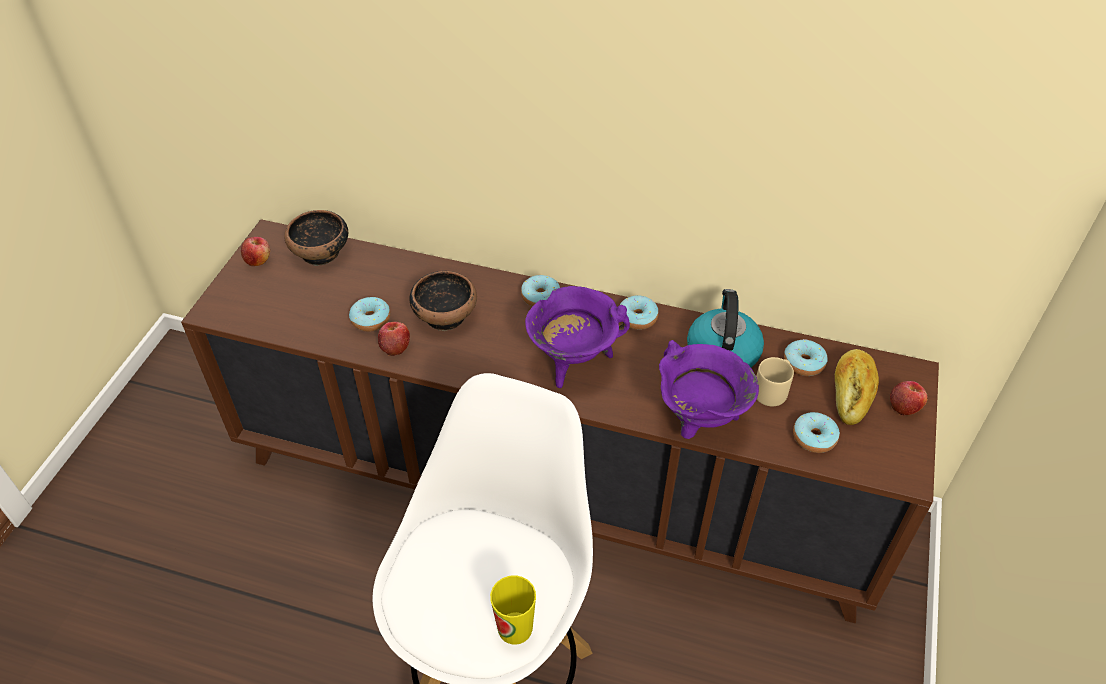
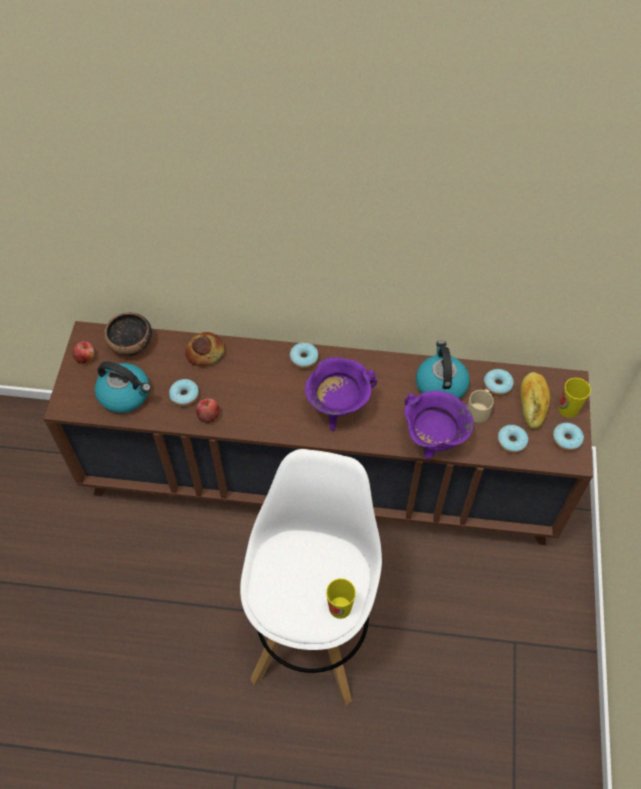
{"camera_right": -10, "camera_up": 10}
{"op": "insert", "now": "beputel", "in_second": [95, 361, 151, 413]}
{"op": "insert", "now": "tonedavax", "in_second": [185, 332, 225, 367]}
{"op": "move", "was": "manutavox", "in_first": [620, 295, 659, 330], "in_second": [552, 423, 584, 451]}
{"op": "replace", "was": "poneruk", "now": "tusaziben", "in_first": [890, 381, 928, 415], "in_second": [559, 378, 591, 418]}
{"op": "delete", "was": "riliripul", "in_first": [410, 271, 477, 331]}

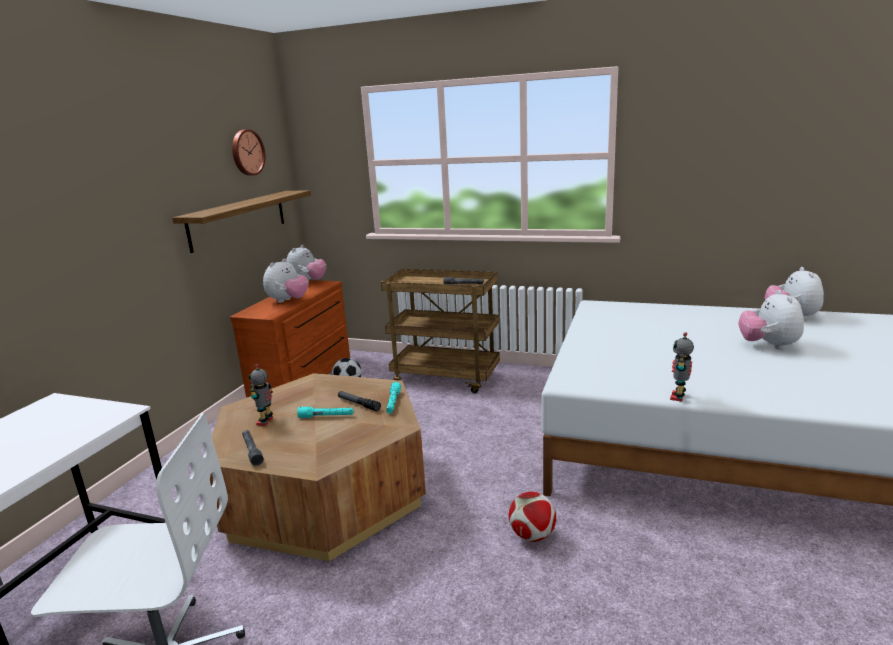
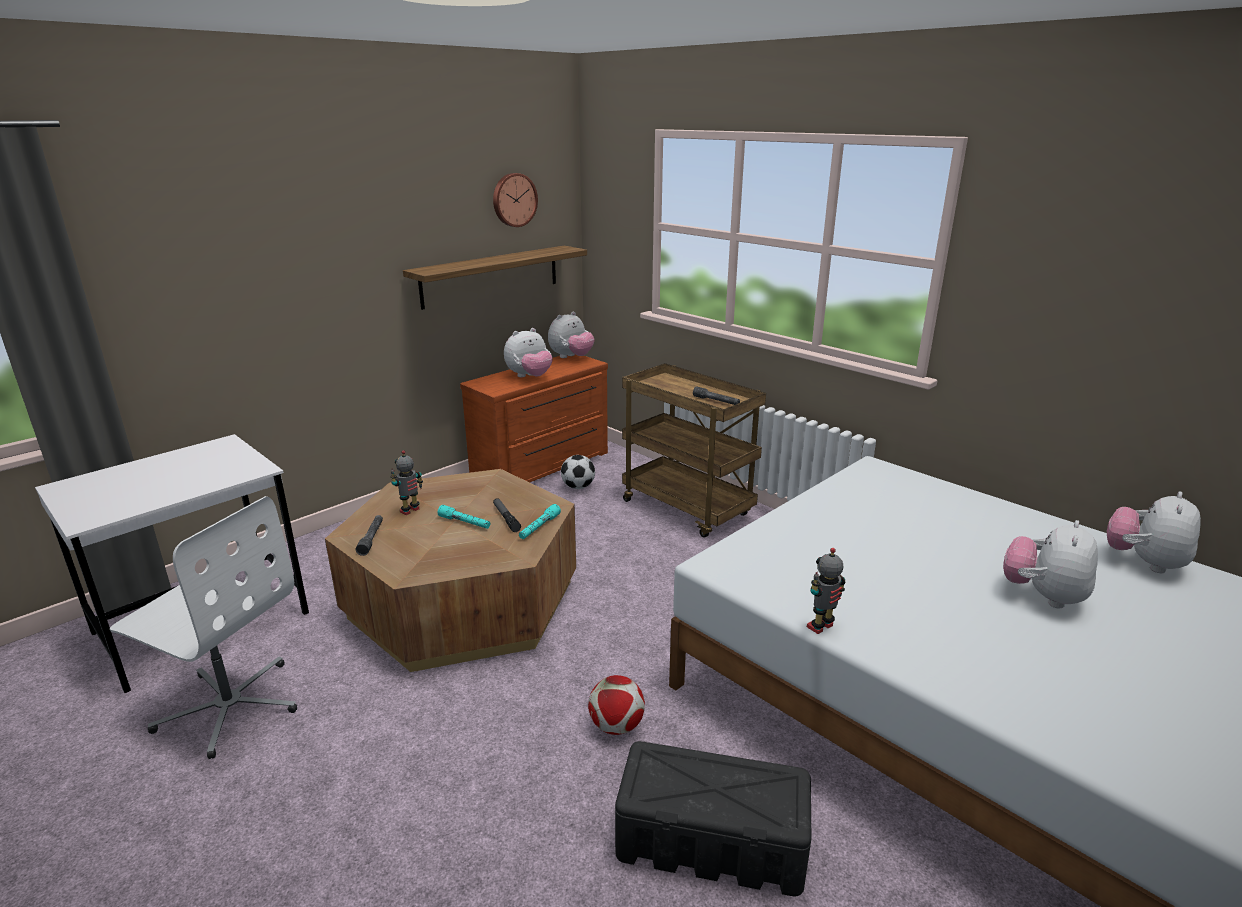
{"camera_right": 25, "camera_up": 5}
{"op": "insert", "now": "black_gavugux", "in_second": [615, 741, 811, 897]}

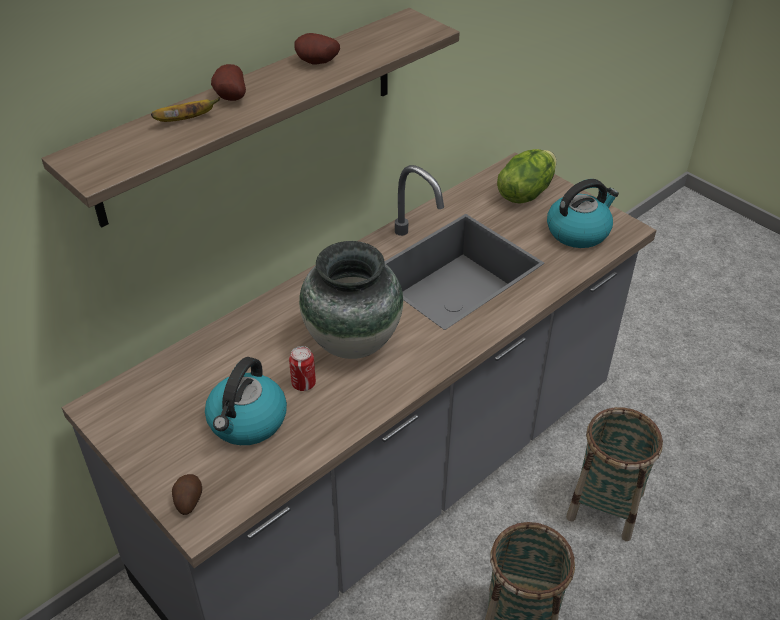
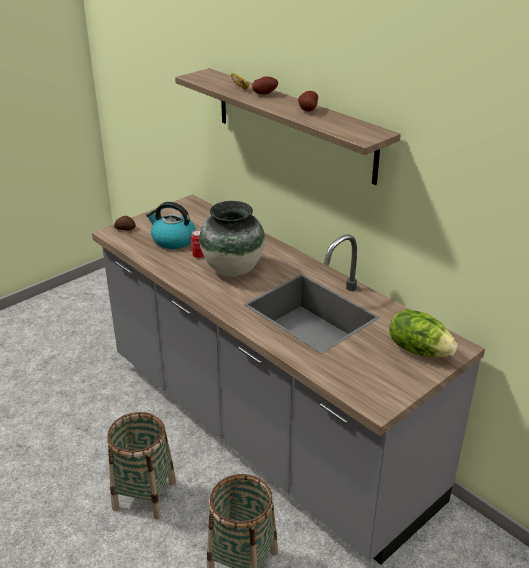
{"camera_right": 90, "camera_up": -10}
{"op": "delete", "was": "beputel", "in_first": [547, 179, 619, 248]}

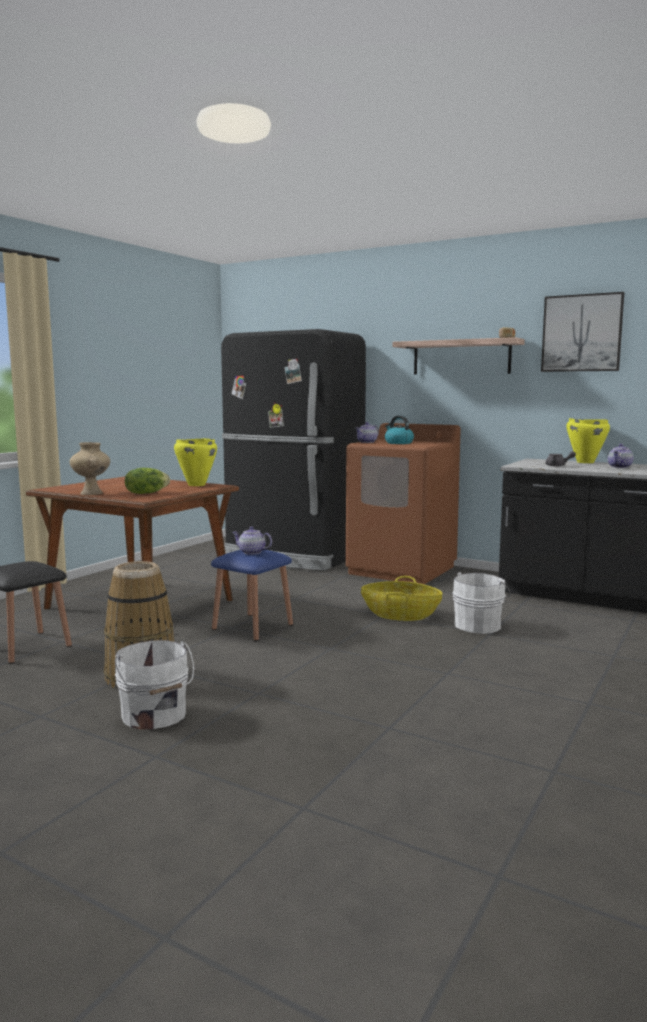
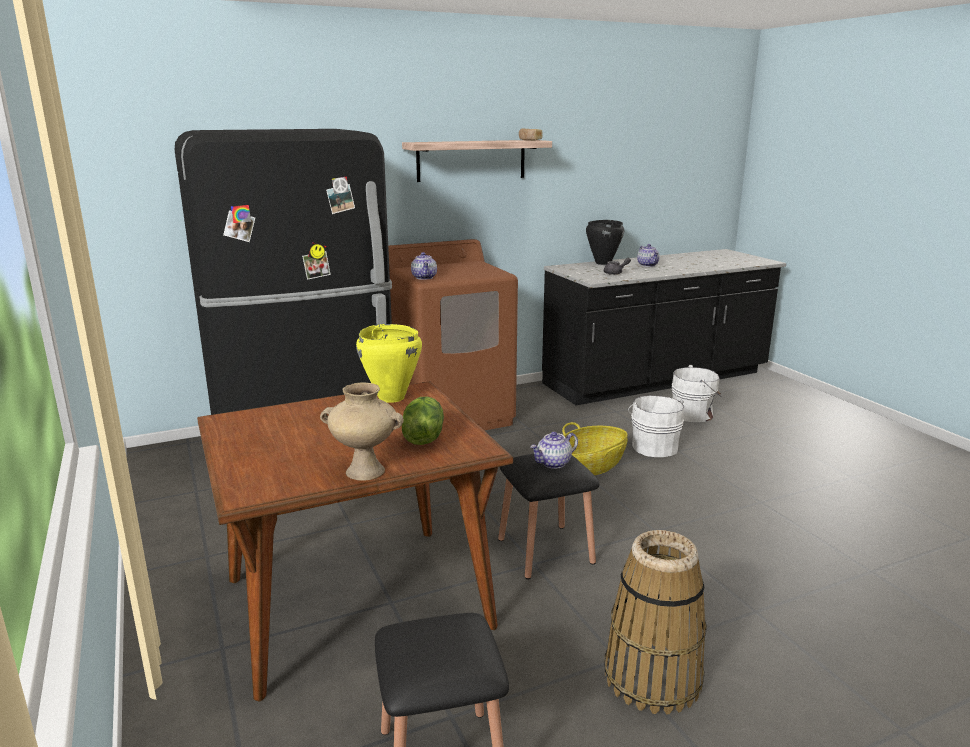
{"camera_right": -55, "camera_up": 10}
{"op": "recolor", "was": "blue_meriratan", "now": "black_meriratan", "in_first": [211, 550, 293, 641], "in_second": [498, 454, 600, 579]}
{"op": "recolor", "was": "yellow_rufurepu", "now": "black_rufurepu", "in_first": [566, 418, 610, 463], "in_second": [586, 220, 624, 265]}
{"op": "move", "was": "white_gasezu", "in_first": [115, 640, 194, 730], "in_second": [672, 365, 721, 422]}
{"op": "delete", "was": "beputel", "in_first": [385, 416, 414, 444]}
{"op": "delete", "was": "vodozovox", "in_first": [541, 292, 625, 372]}

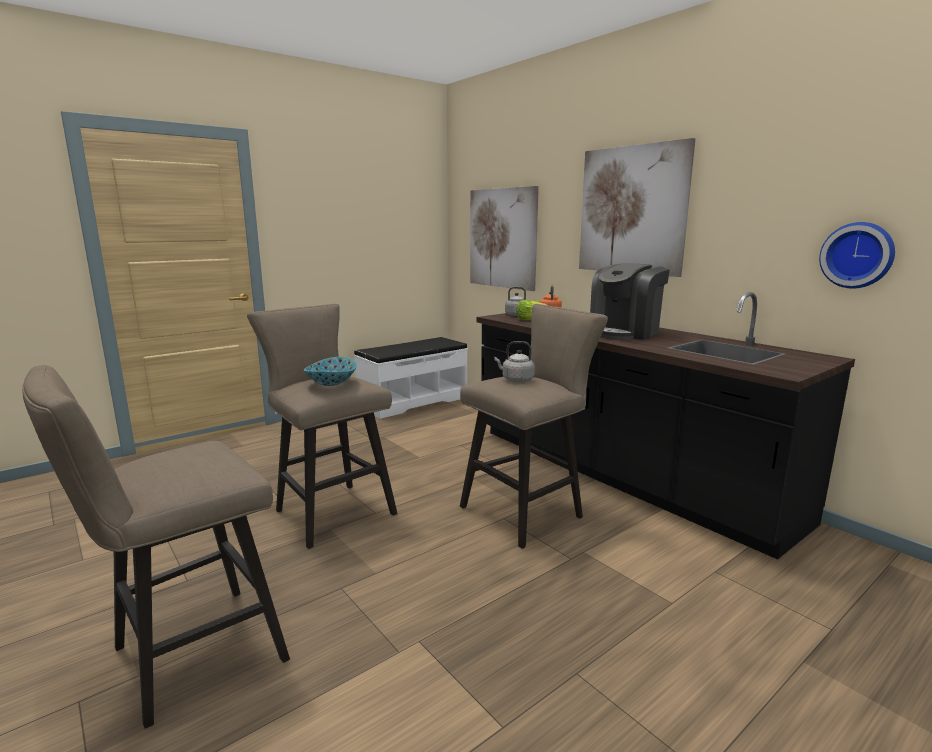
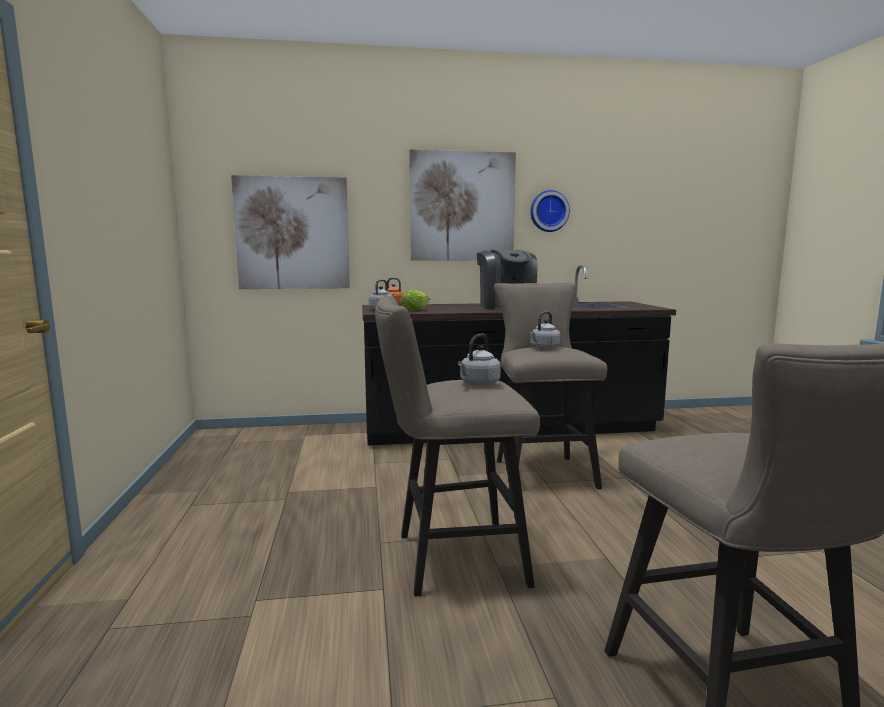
{"camera_right": -60, "camera_up": -5}
{"op": "replace", "was": "riliripul", "now": "grey_beputel", "in_first": [304, 357, 357, 386], "in_second": [458, 334, 501, 386]}
{"op": "move", "was": "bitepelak", "in_first": [819, 222, 895, 289], "in_second": [530, 190, 570, 232]}
{"op": "delete", "was": "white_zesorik", "in_first": [354, 337, 468, 419]}

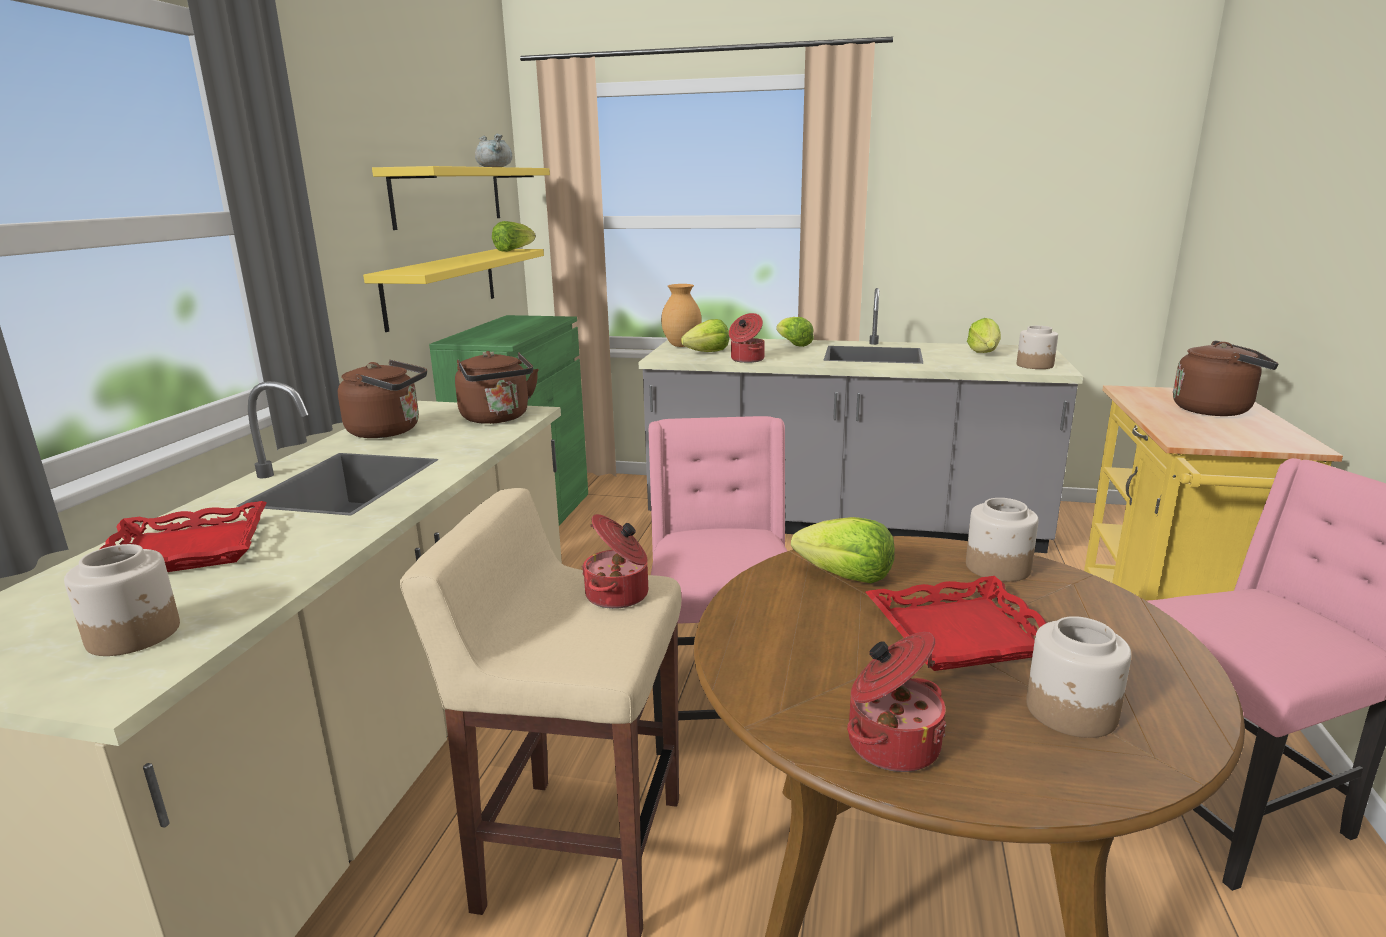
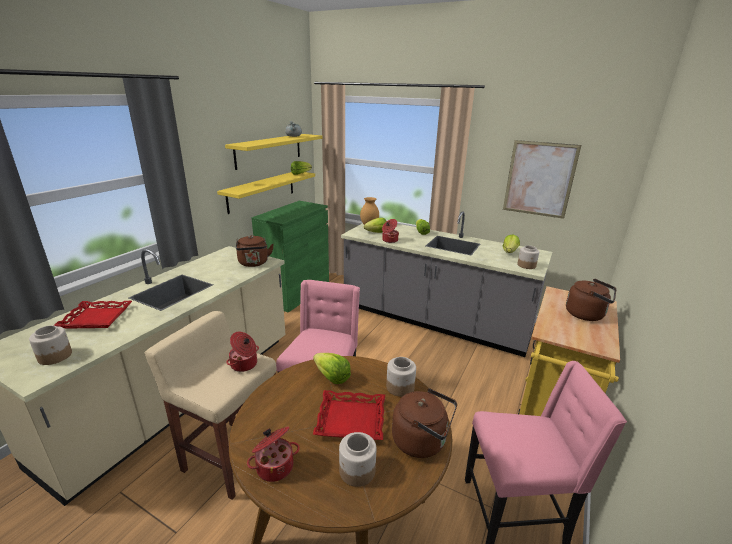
{"camera_right": 15, "camera_up": 5}
{"op": "move", "was": "brown_beputel", "in_first": [338, 360, 427, 438], "in_second": [392, 388, 457, 458]}
{"op": "insert", "now": "vodozovox", "in_second": [503, 140, 581, 219]}

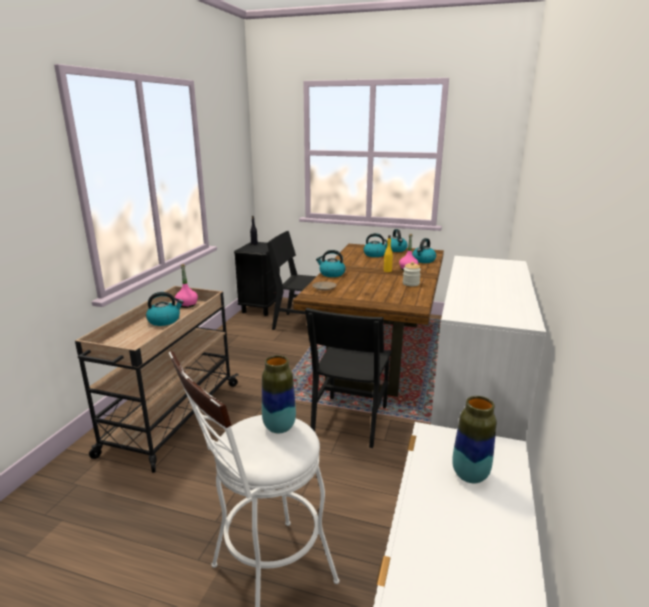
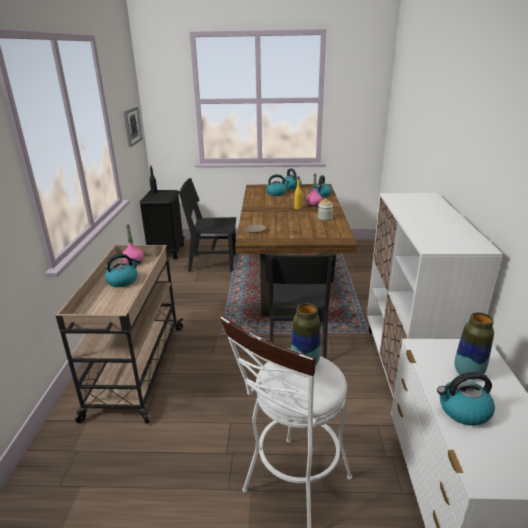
{"camera_right": -15, "camera_up": 5}
{"op": "insert", "now": "vodozovox", "in_second": [124, 107, 142, 147]}
{"op": "move", "was": "beputel", "in_first": [316, 250, 345, 277], "in_second": [437, 372, 495, 426]}

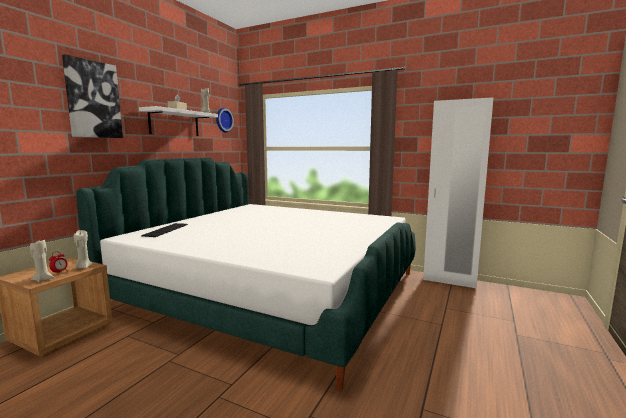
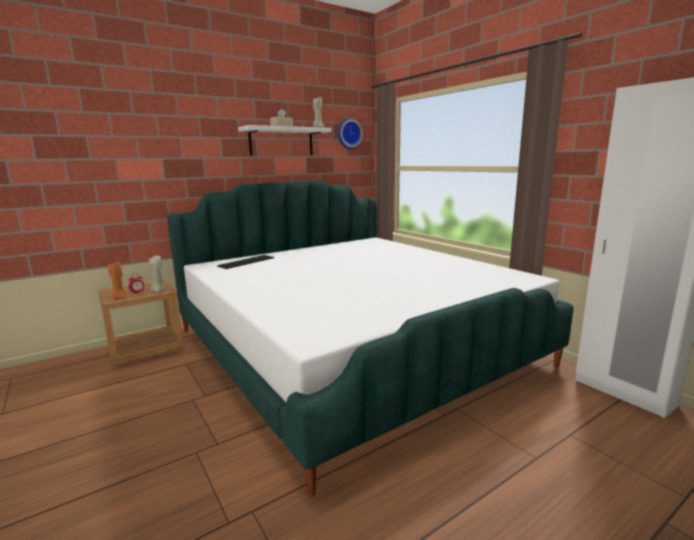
{"camera_right": 30, "camera_up": 5}
{"op": "recolor", "was": "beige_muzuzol", "now": "orange_muzuzol", "in_first": [30, 240, 54, 282], "in_second": [108, 261, 127, 300]}
{"op": "delete", "was": "vodozovox", "in_first": [62, 54, 123, 138]}

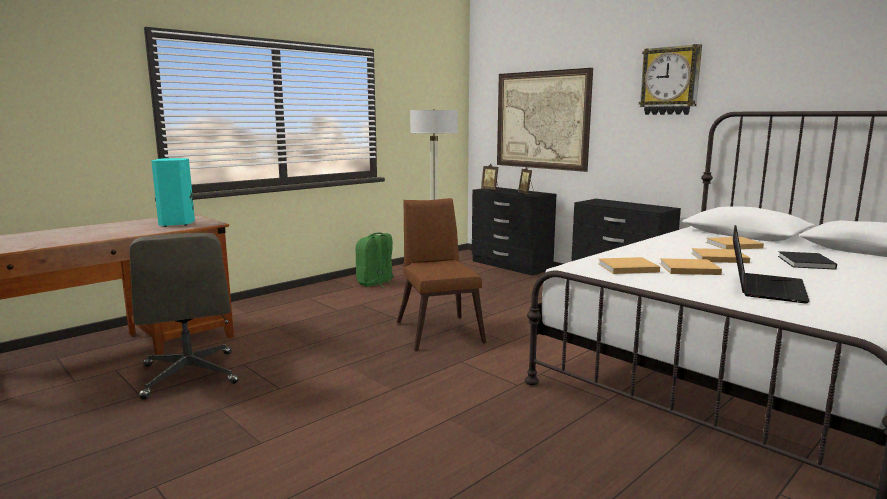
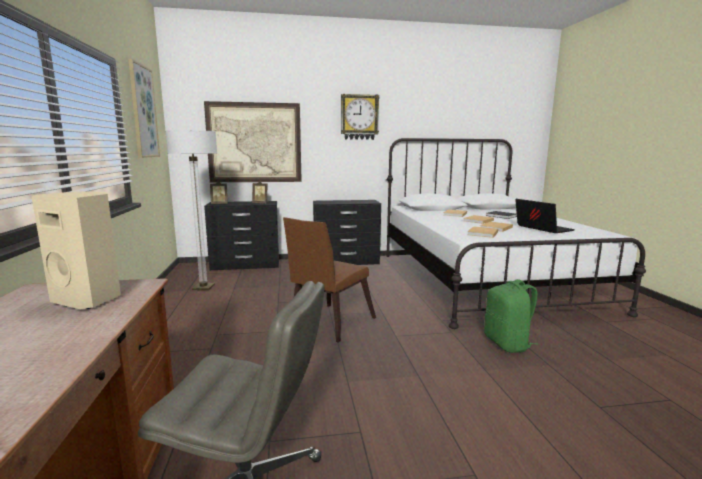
{"camera_right": -55, "camera_up": 0}
{"op": "recolor", "was": "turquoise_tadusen", "now": "beige_tadusen", "in_first": [151, 158, 195, 227], "in_second": [31, 191, 121, 309]}
{"op": "insert", "now": "vodozovox", "in_second": [128, 59, 160, 158]}
{"op": "rotate", "was": "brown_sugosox", "in_first": [397, 198, 486, 351], "in_second": [283, 217, 376, 343], "clockwise": -75}
{"op": "move", "was": "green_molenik", "in_first": [356, 233, 397, 287], "in_second": [484, 279, 538, 353]}

